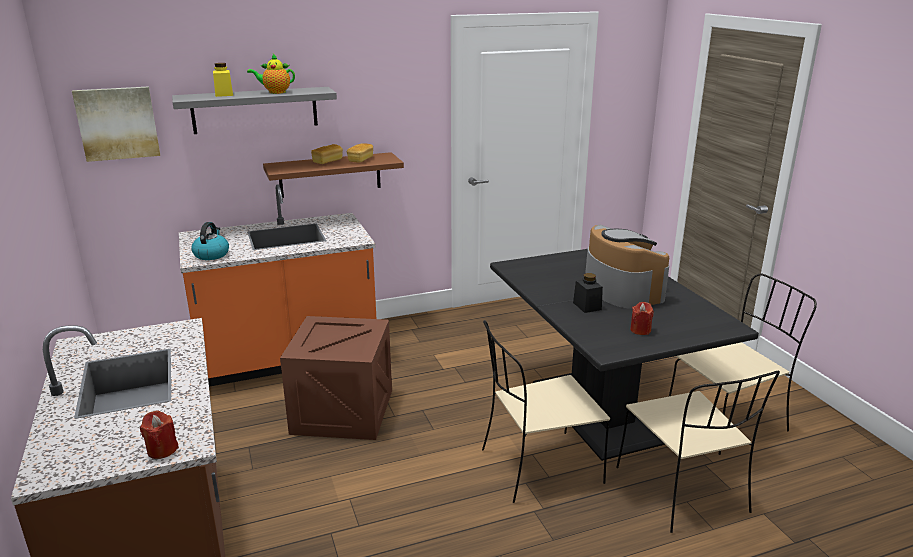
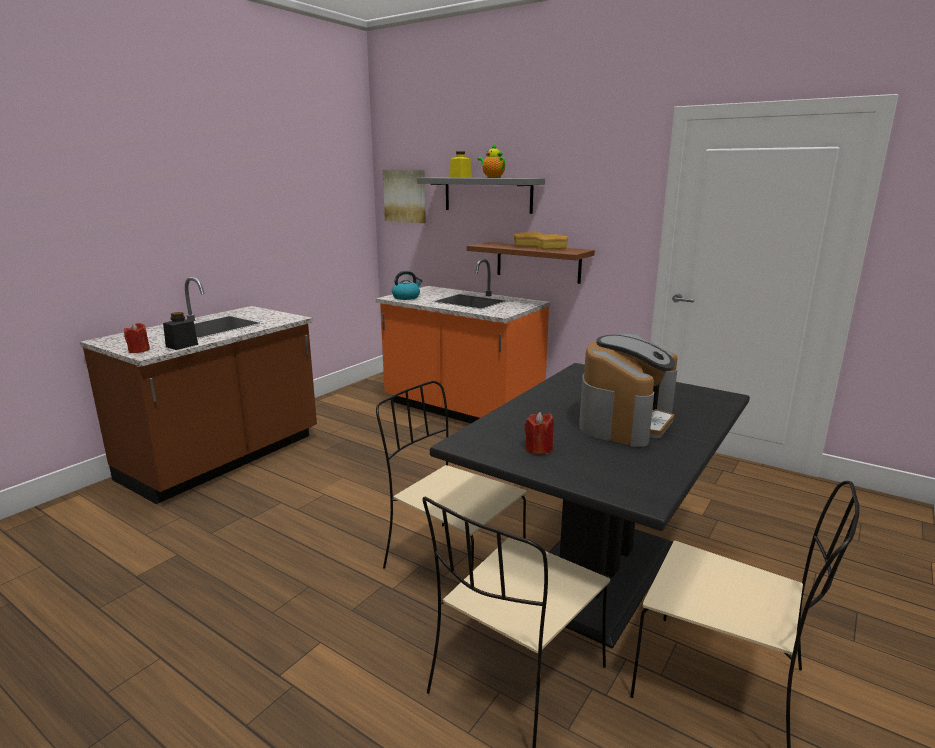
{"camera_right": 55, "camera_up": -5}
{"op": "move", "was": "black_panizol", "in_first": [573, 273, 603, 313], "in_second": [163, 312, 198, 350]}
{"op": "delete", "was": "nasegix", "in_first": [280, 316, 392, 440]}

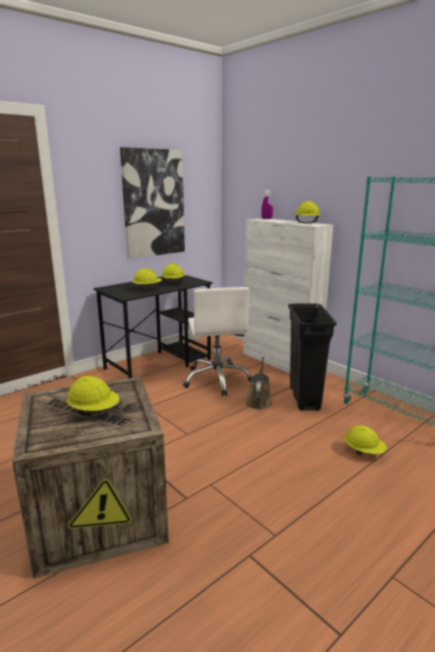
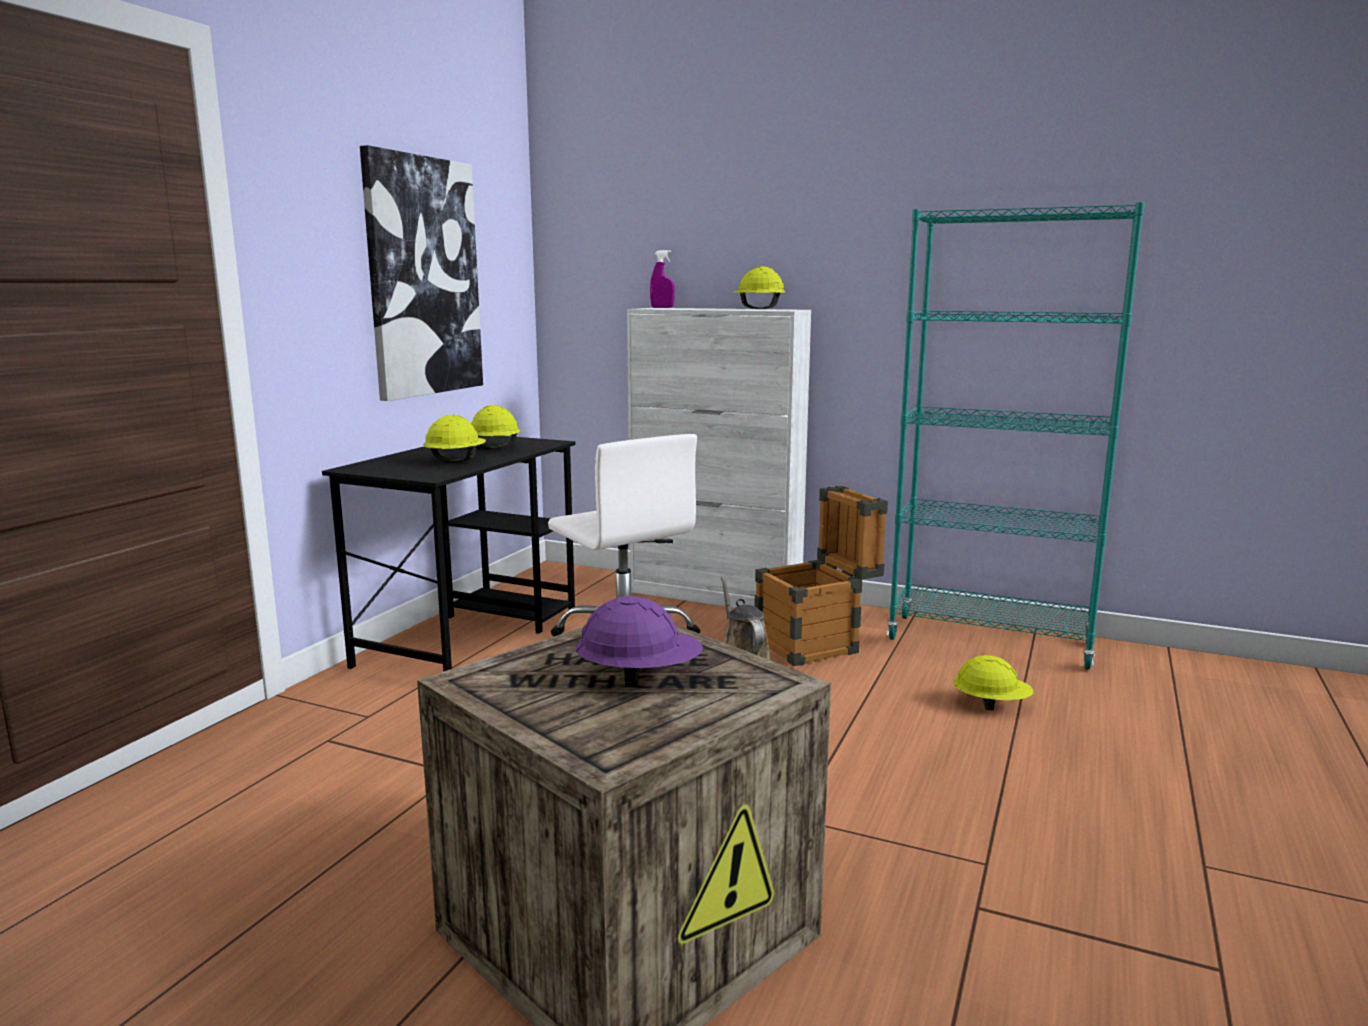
{"camera_right": -25, "camera_up": -5}
{"op": "recolor", "was": "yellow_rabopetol", "now": "purple_rabopetol", "in_first": [66, 376, 119, 416], "in_second": [576, 596, 703, 687]}
{"op": "replace", "was": "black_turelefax", "now": "nasegix", "in_first": [288, 303, 337, 411], "in_second": [754, 486, 888, 666]}

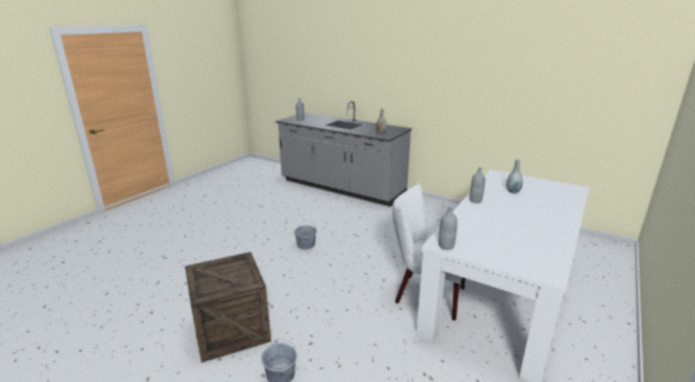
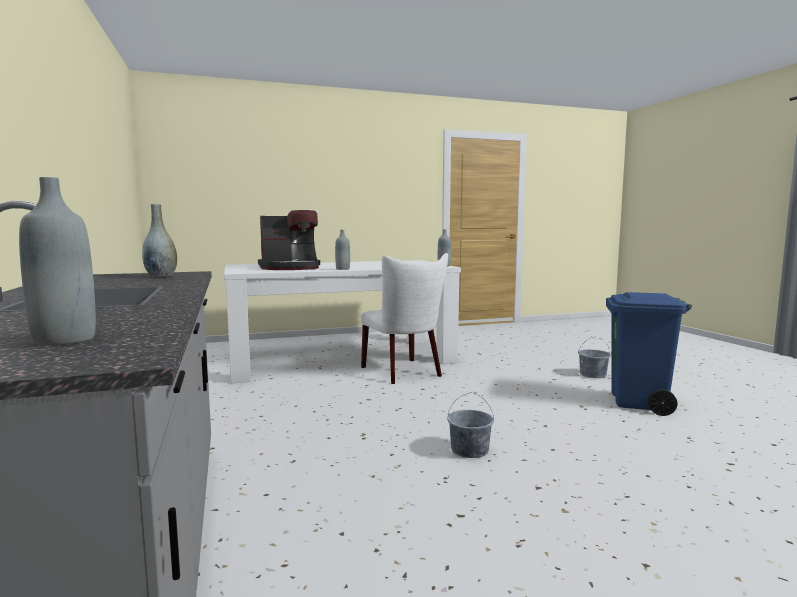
{"camera_right": -140, "camera_up": -15}
{"op": "replace", "was": "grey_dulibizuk", "now": "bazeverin", "in_first": [506, 159, 523, 194], "in_second": [258, 210, 320, 270]}
{"op": "replace", "was": "nasegix", "now": "blue_turelefax", "in_first": [185, 252, 271, 363], "in_second": [606, 292, 692, 416]}

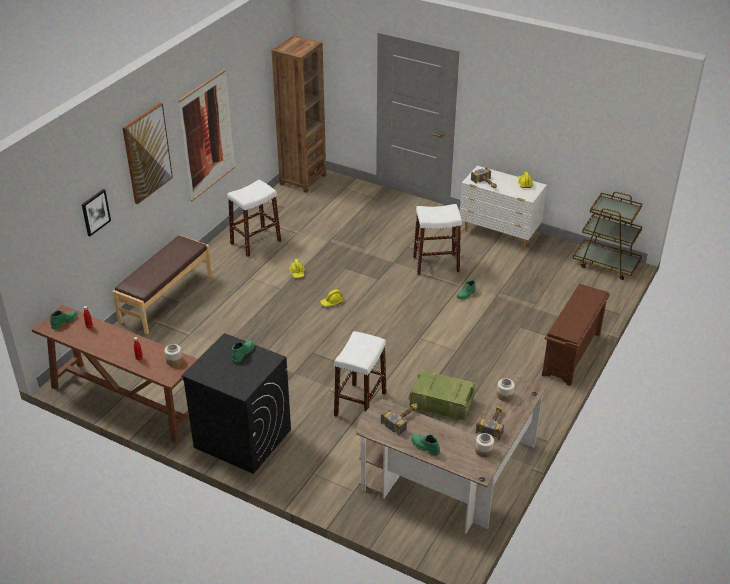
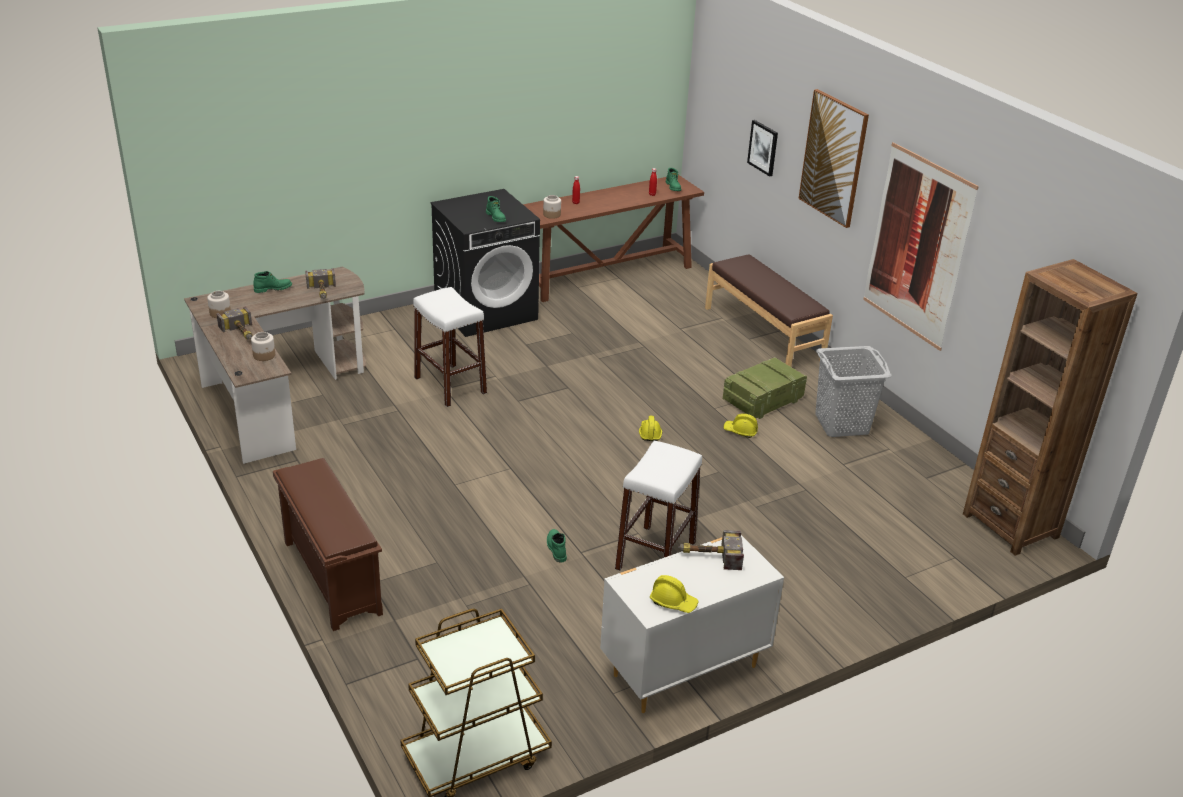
{"camera_right": 120, "camera_up": -5}
{"op": "move", "was": "nasegix", "in_first": [409, 370, 476, 420], "in_second": [723, 357, 807, 419]}
{"op": "replace", "was": "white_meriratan", "now": "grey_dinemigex", "in_first": [227, 180, 281, 257], "in_second": [815, 346, 891, 437]}

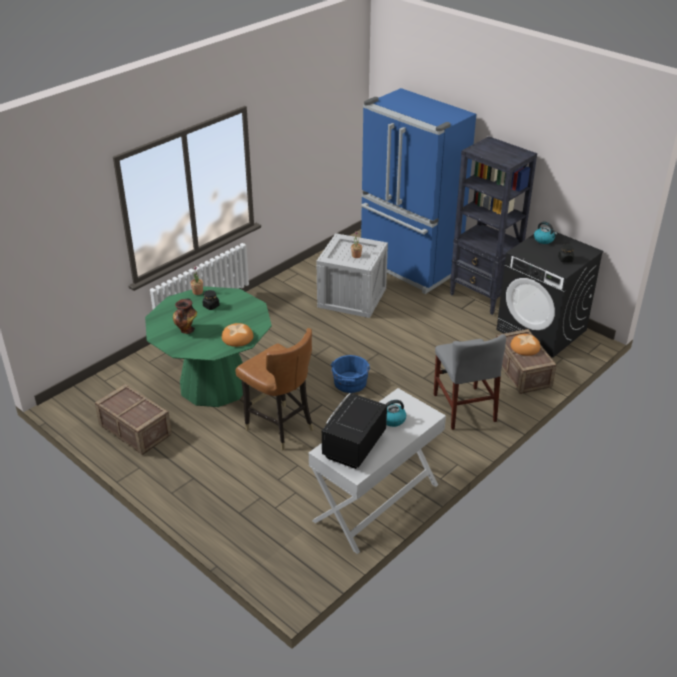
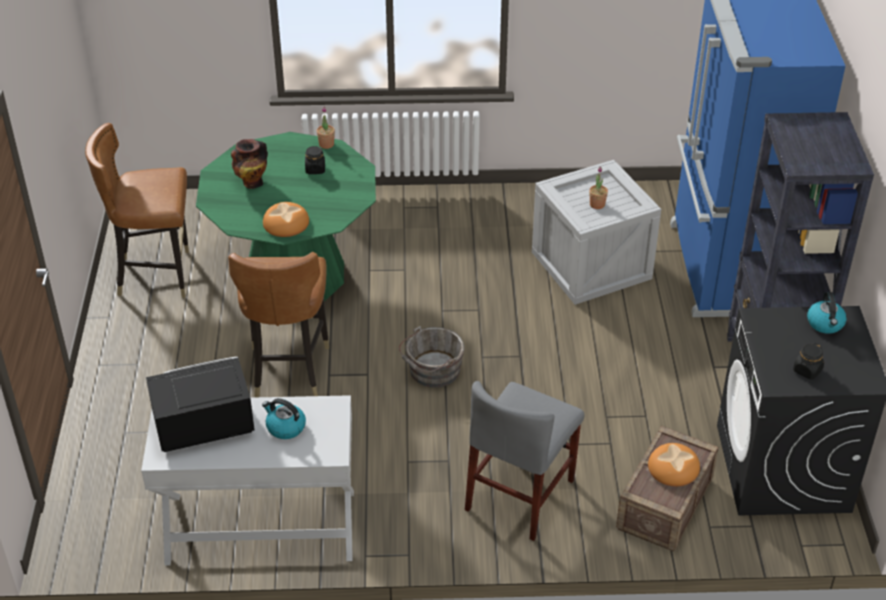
{"camera_right": 45, "camera_up": 5}
{"op": "replace", "was": "nasegix", "now": "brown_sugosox", "in_first": [95, 384, 172, 455], "in_second": [85, 123, 189, 298]}
{"op": "recolor", "was": "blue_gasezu", "now": "grey_gasezu", "in_first": [331, 355, 370, 393], "in_second": [399, 326, 464, 388]}

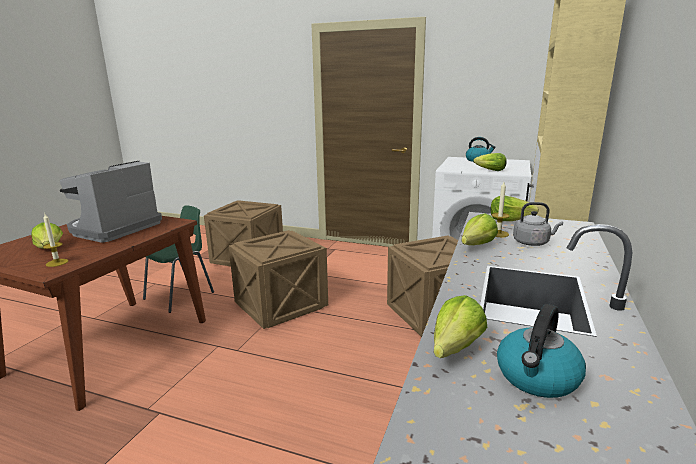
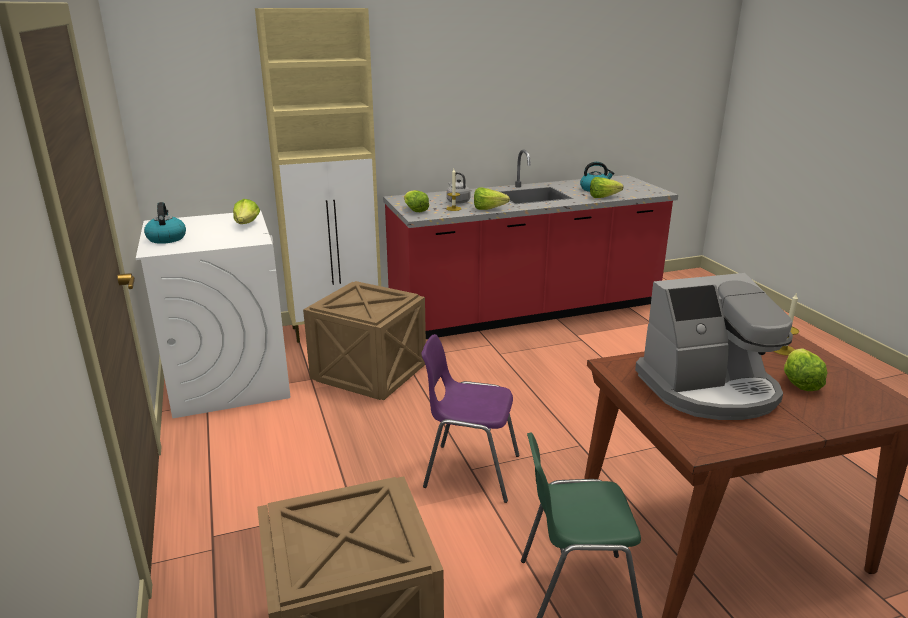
{"camera_right": -130, "camera_up": 5}
{"op": "replace", "was": "nasegix", "now": "purple_sugosox", "in_first": [229, 230, 328, 329], "in_second": [421, 334, 520, 503]}

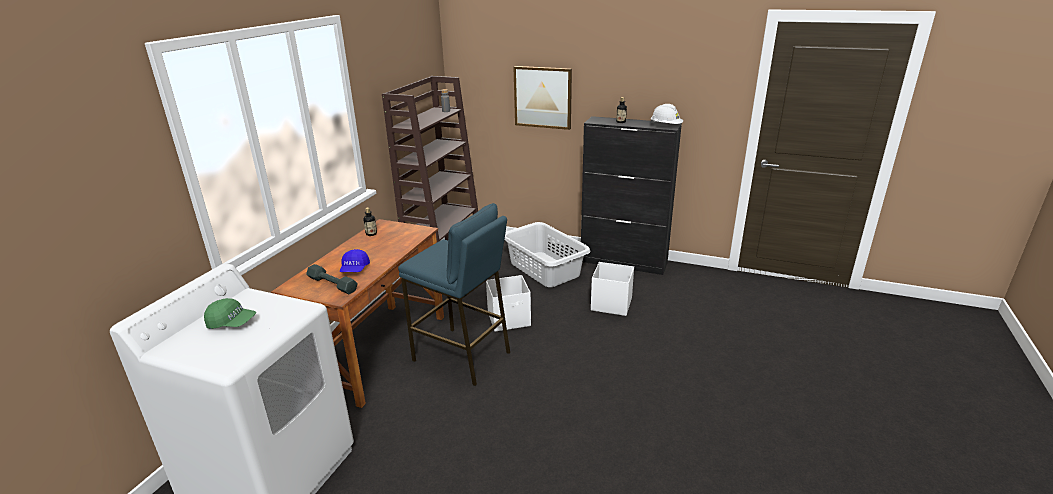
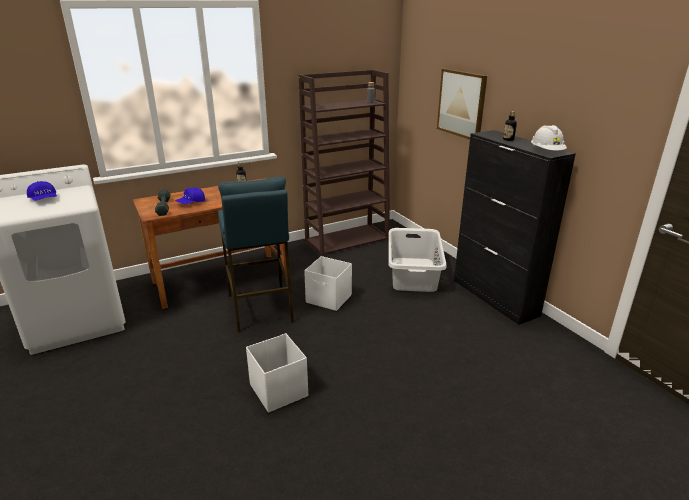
{"camera_right": 40, "camera_up": 0}
{"op": "recolor", "was": "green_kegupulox", "now": "blue_kegupulox", "in_first": [204, 298, 256, 329], "in_second": [27, 181, 57, 201]}
{"op": "move", "was": "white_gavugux", "in_first": [591, 262, 634, 316], "in_second": [246, 333, 308, 413]}

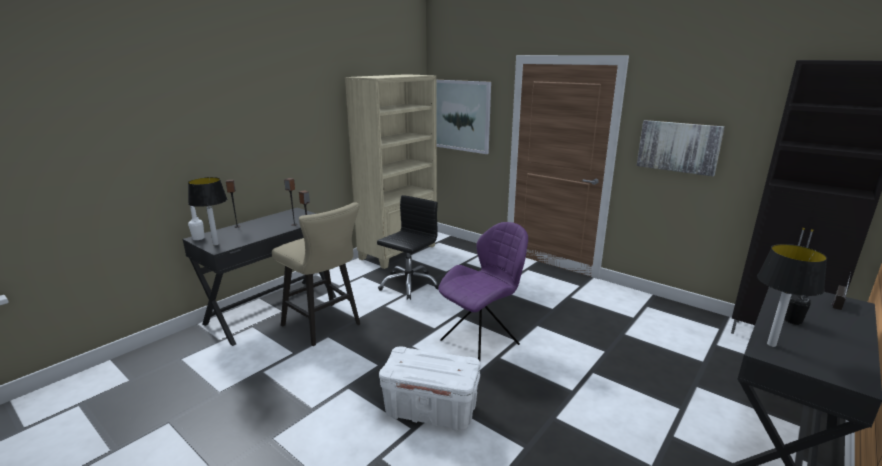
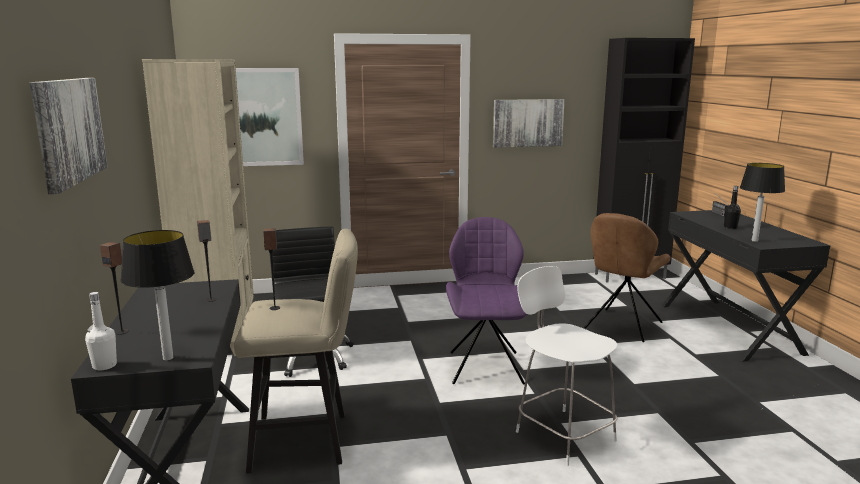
{"camera_right": -50, "camera_up": -5}
{"op": "insert", "now": "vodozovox", "in_second": [30, 78, 107, 194]}
{"op": "replace", "was": "white_gavugux", "now": "white_sugosox", "in_first": [379, 346, 481, 431], "in_second": [516, 266, 618, 466]}
{"op": "insert", "now": "brown_sugosox", "in_second": [584, 213, 671, 342]}

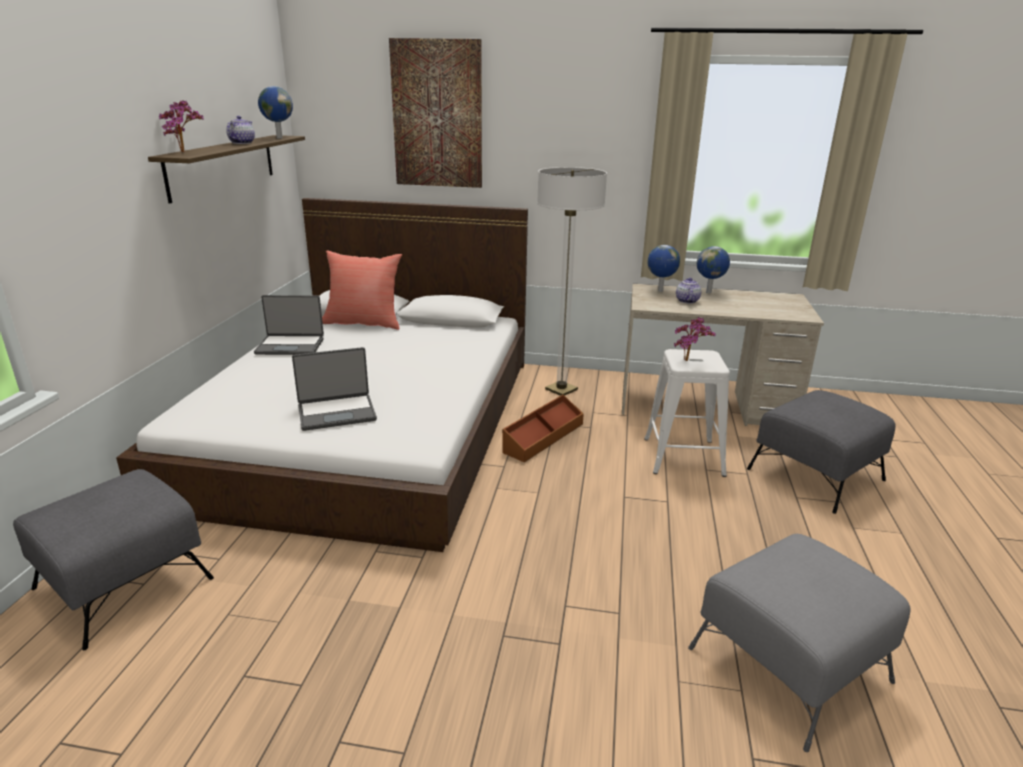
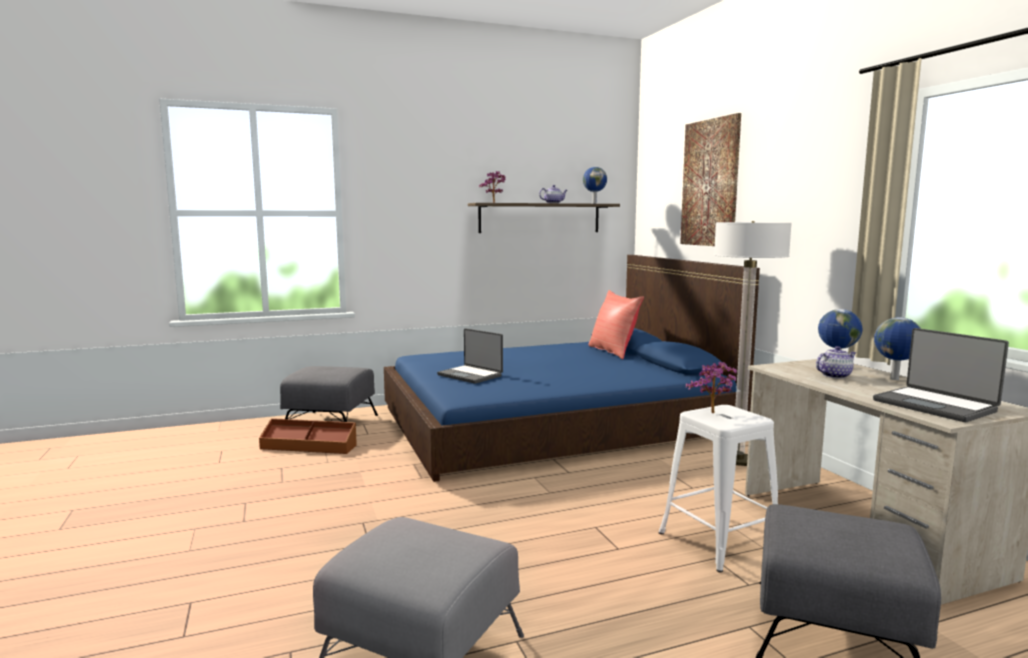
{"camera_right": 60, "camera_up": -15}
{"op": "move", "was": "brown_gavugux", "in_first": [502, 395, 584, 462], "in_second": [259, 418, 357, 454]}
{"op": "recolor", "was": "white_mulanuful", "now": "blue_mulanuful", "in_first": [116, 198, 528, 552], "in_second": [384, 255, 760, 482]}
{"op": "move", "was": "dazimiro", "in_first": [254, 295, 324, 355], "in_second": [873, 328, 1009, 422]}

